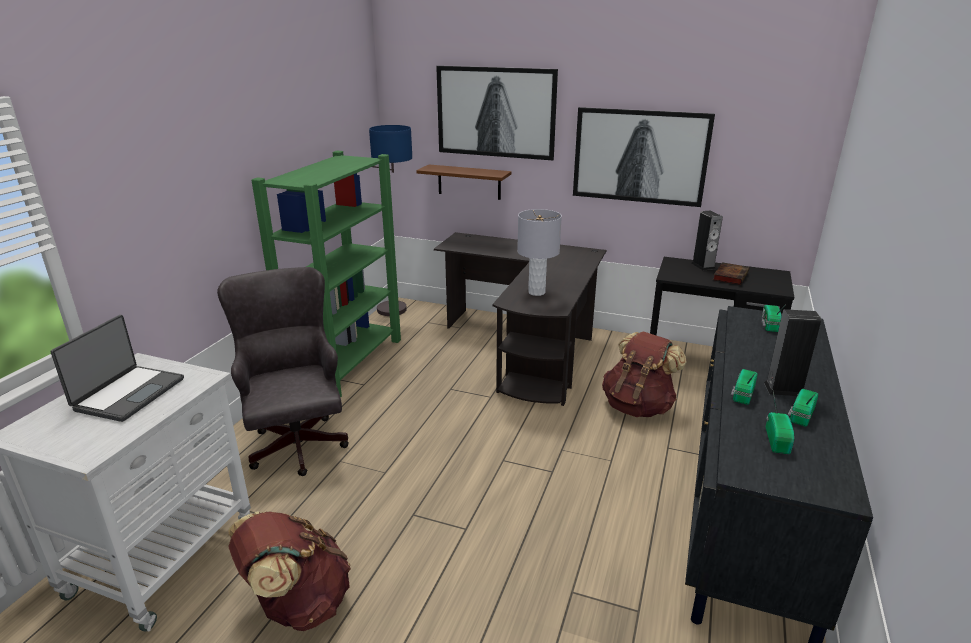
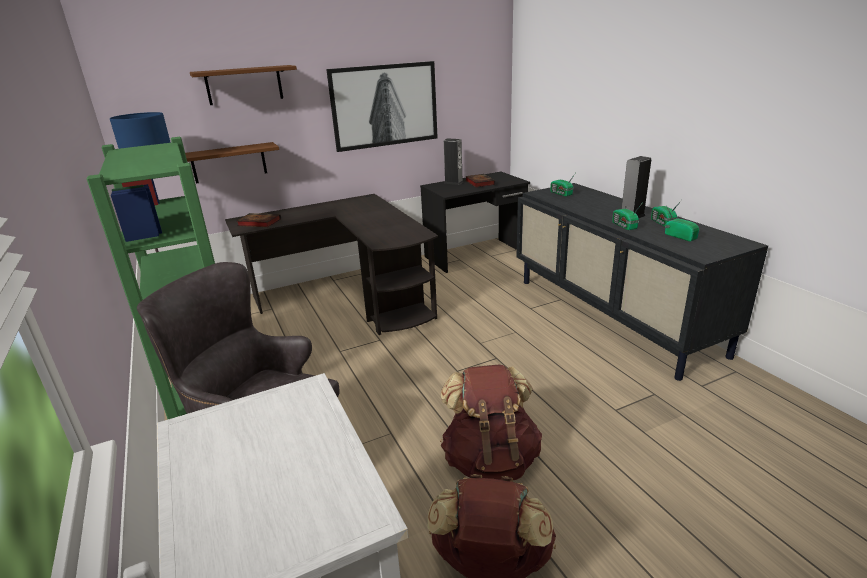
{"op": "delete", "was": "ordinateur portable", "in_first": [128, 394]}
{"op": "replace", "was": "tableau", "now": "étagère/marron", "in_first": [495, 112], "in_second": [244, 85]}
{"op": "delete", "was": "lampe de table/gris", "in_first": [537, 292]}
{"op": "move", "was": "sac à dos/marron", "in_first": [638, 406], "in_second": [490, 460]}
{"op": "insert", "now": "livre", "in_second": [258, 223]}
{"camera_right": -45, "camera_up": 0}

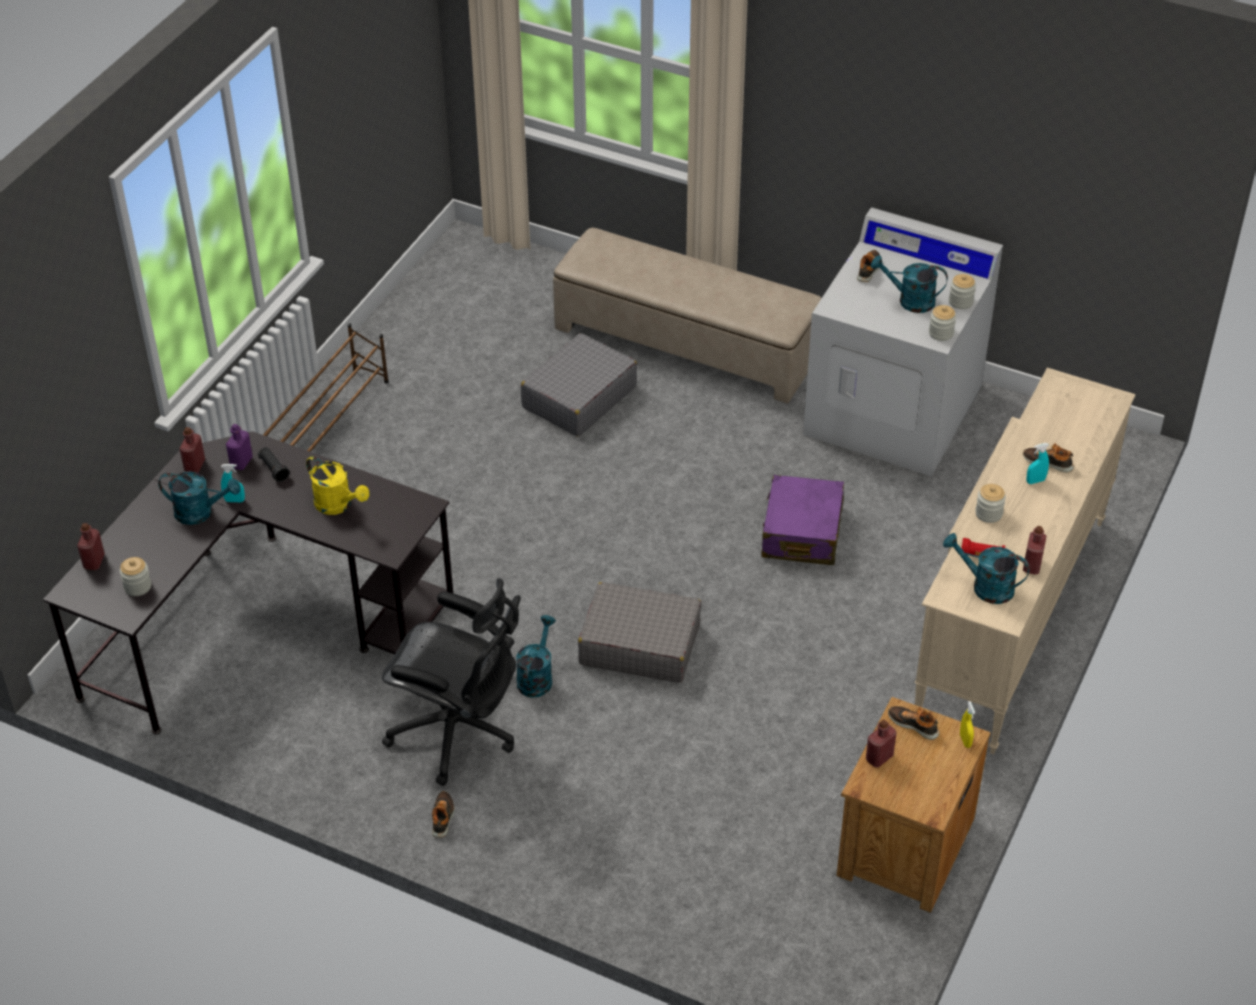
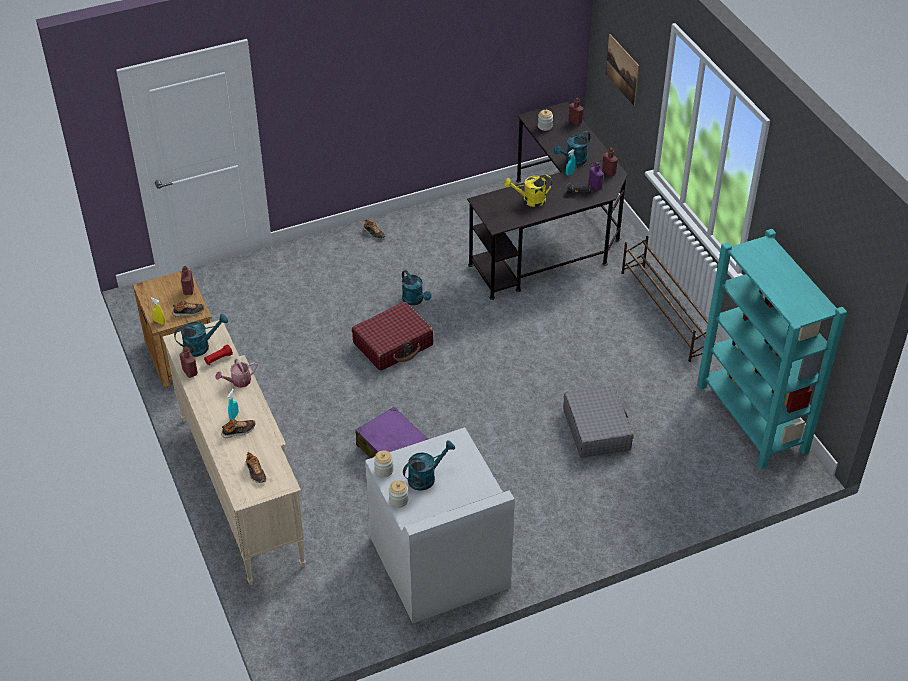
{"op": "delete", "was": "chaise de bureau", "in_first": [459, 733]}
{"op": "delete", "was": "banc/beige", "in_first": [687, 342]}
{"op": "recolor", "was": "valise/gris", "now": "valise/rouge", "in_first": [639, 644], "in_second": [393, 344]}
{"op": "move", "was": "chaussure", "in_first": [869, 269], "in_second": [255, 472]}
{"op": "replace", "was": "bocal", "now": "arrosoir", "in_first": [988, 513], "in_second": [238, 381]}
{"op": "insert", "now": "tableau", "in_second": [622, 69]}
{"op": "insert", "now": "bibliothèque/turquoise", "in_second": [752, 418]}
{"camera_right": 130, "camera_up": 0}

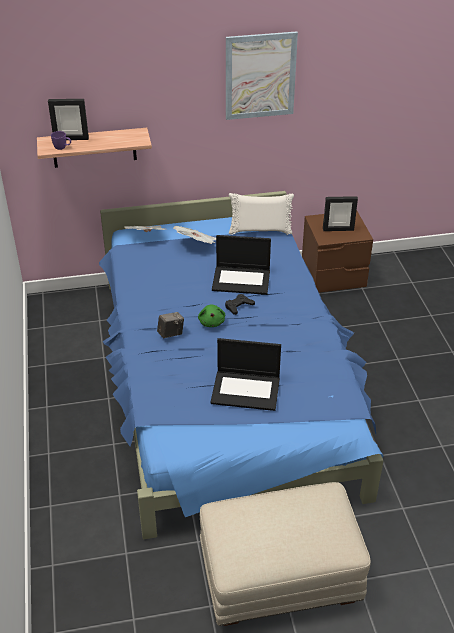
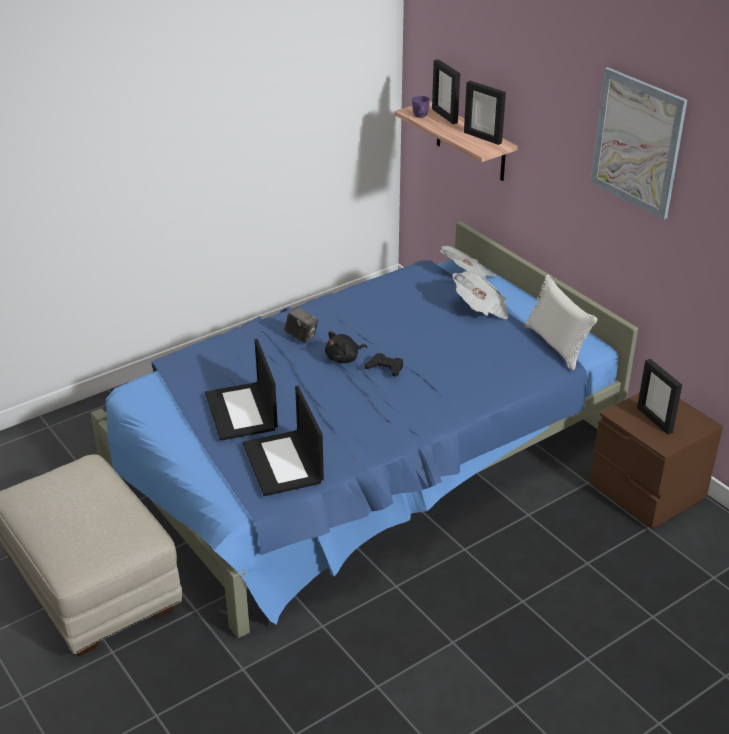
{"op": "recolor", "was": "peluche/vert", "now": "peluche/noir", "in_first": [211, 322], "in_second": [344, 358]}
{"op": "move", "was": "ordinateur portable", "in_first": [242, 280], "in_second": [284, 463]}
{"op": "insert", "now": "cadre photo", "in_second": [483, 137]}
{"camera_right": 65, "camera_up": -5}

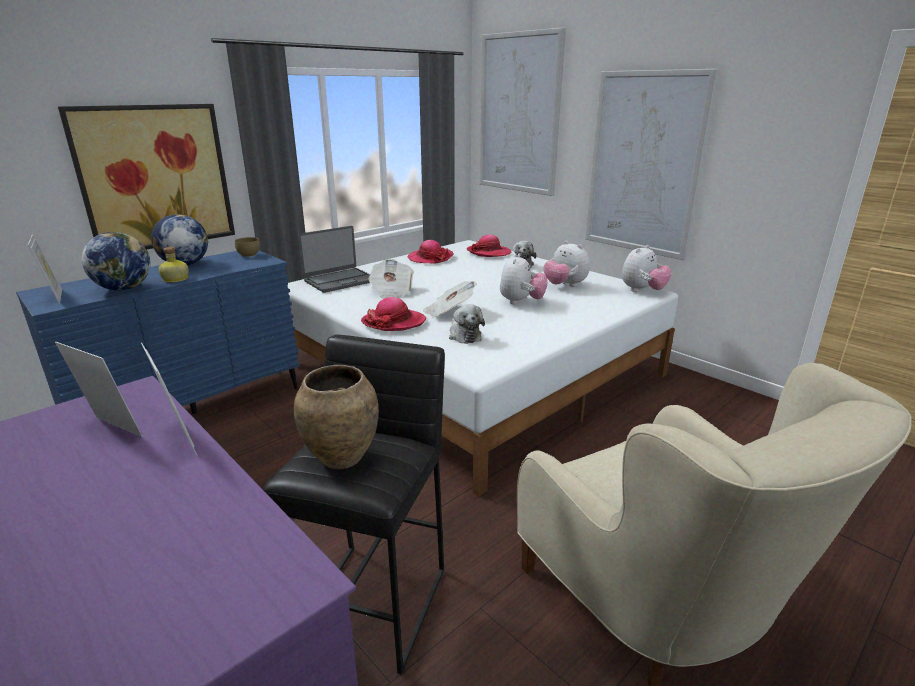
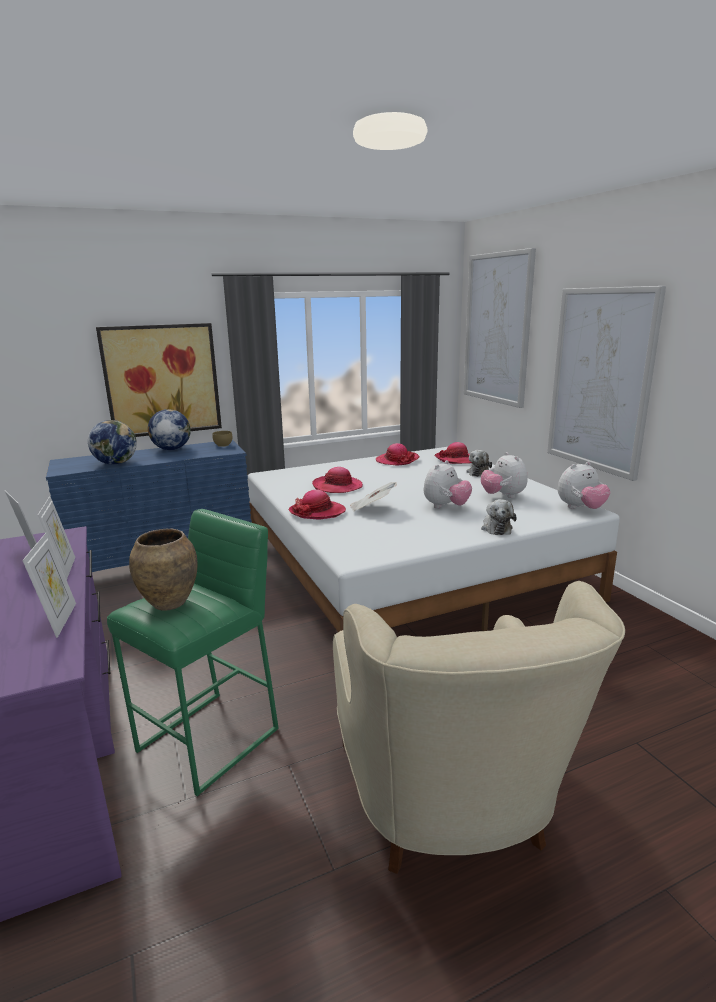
{"op": "move", "was": "cadre photo", "in_first": [54, 297], "in_second": [59, 620]}
{"op": "delete", "was": "bouteille", "in_first": [174, 279]}
{"op": "recolor", "was": "tabouret/noir", "now": "tabouret/vert", "in_first": [374, 601], "in_second": [210, 738]}
{"op": "delete", "was": "ordinateur portable", "in_first": [340, 281]}
{"op": "replace", "was": "journal", "now": "chapeau", "in_first": [391, 291], "in_second": [337, 486]}
{"op": "move", "was": "peluche", "in_first": [464, 335], "in_second": [496, 528]}
{"camera_right": 20, "camera_up": -5}

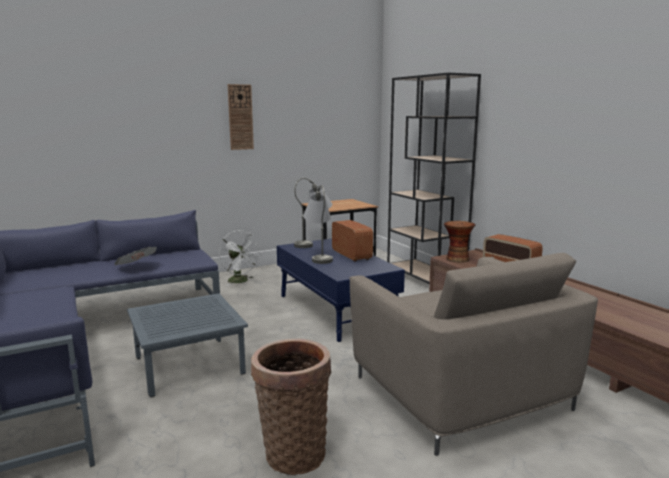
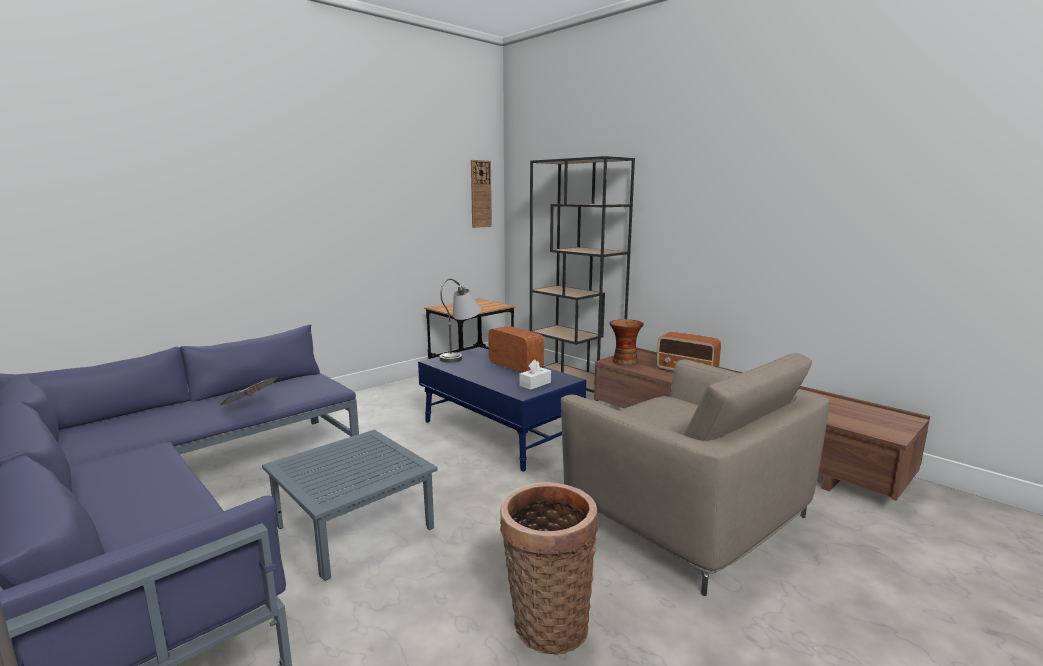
{"op": "delete", "was": "ventilateur/blanc", "in_first": [241, 281]}
{"op": "move", "was": "horloge murale", "in_first": [240, 117], "in_second": [480, 194]}
{"op": "delete", "was": "lampe de table/gris", "in_first": [319, 256]}
{"op": "insert", "now": "boîte à mouchoirs/blanc", "in_second": [535, 384]}
{"camera_right": -15, "camera_up": 0}

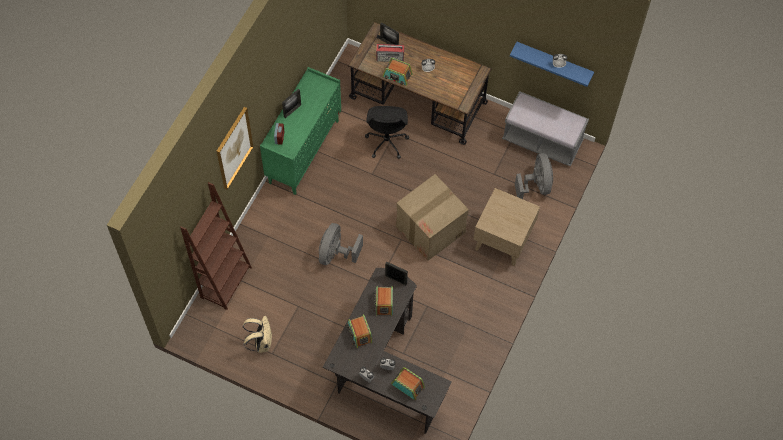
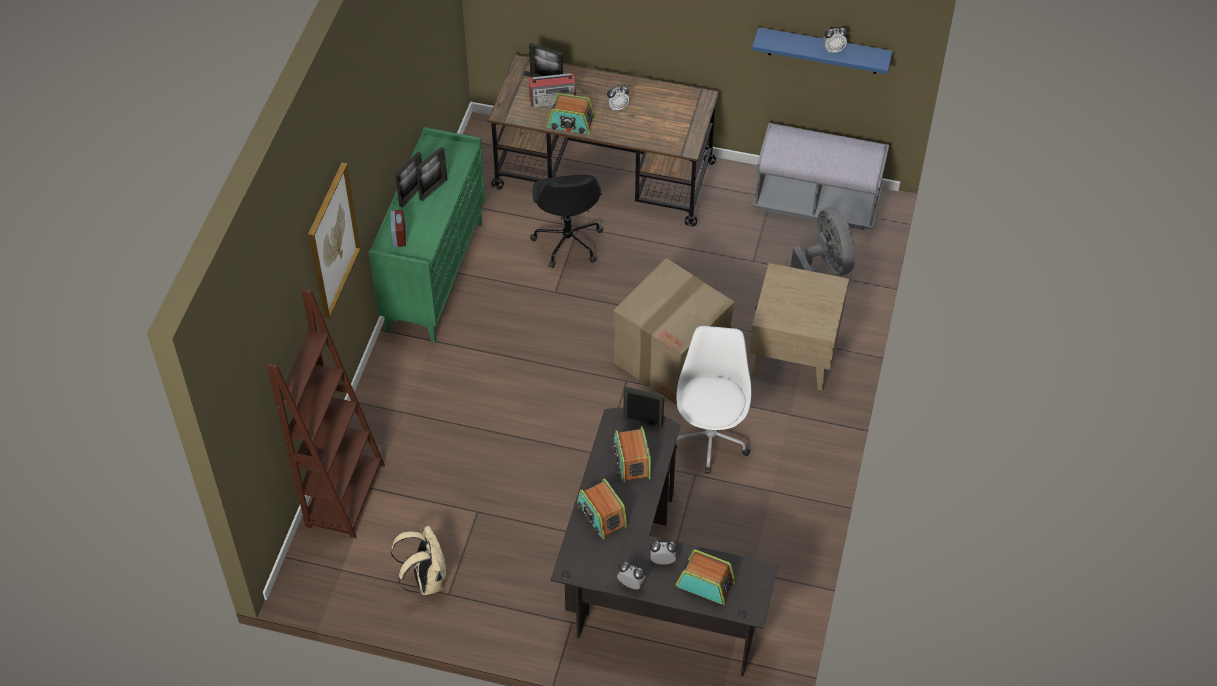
{"op": "delete", "was": "ventilateur/gris", "in_first": [336, 254]}
{"op": "insert", "now": "cadre photo", "in_second": [433, 189]}
{"op": "insert", "now": "chaise de bureau/blanc", "in_second": [710, 440]}
{"camera_right": -10, "camera_up": -10}

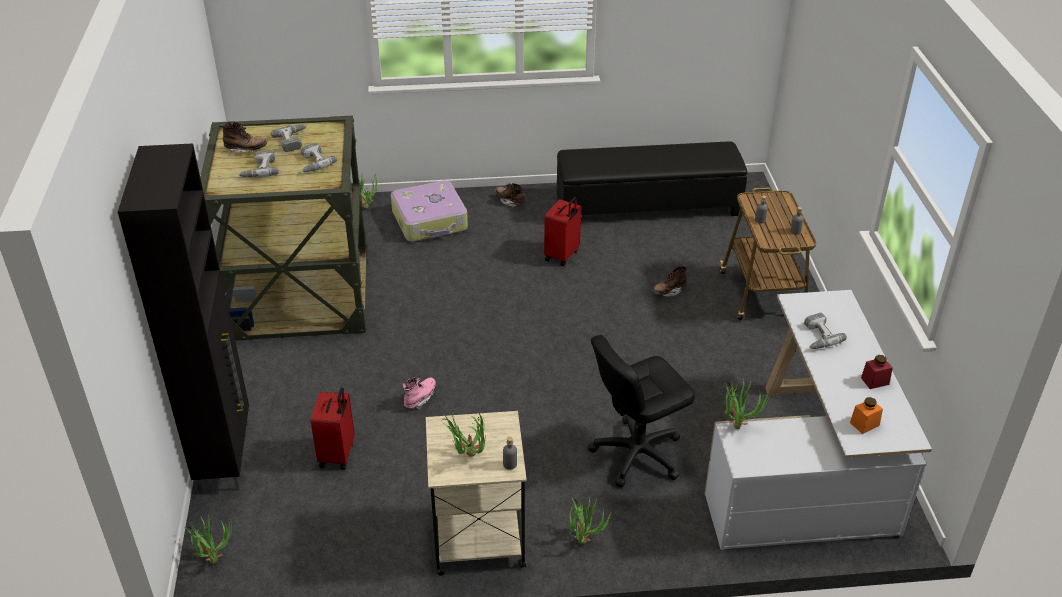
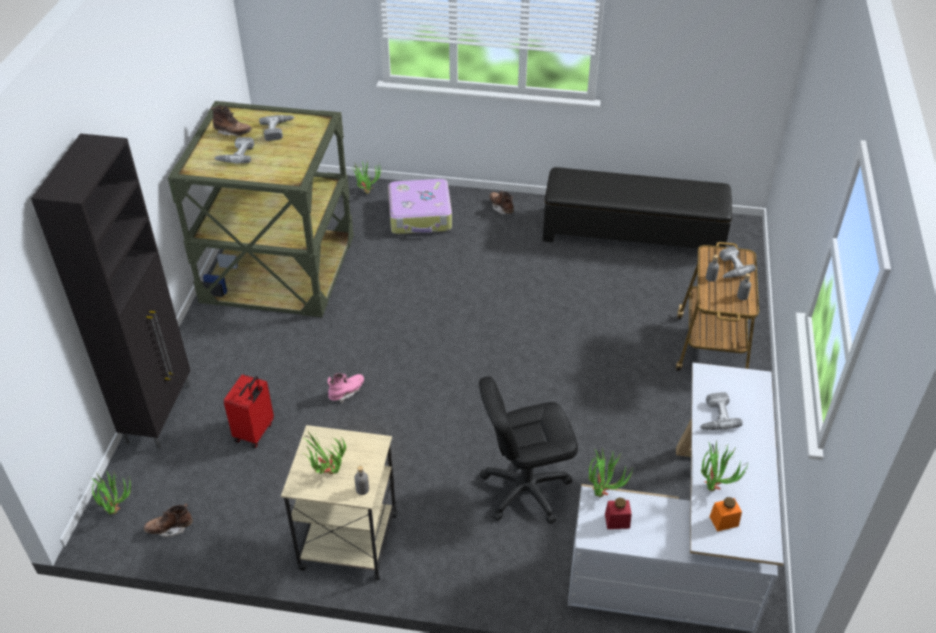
{"op": "move", "was": "perceuse", "in_first": [312, 163], "in_second": [730, 267]}
{"op": "delete", "was": "valise/rouge", "in_first": [562, 255]}
{"op": "move", "was": "plante en pot", "in_first": [585, 538], "in_second": [714, 485]}
{"op": "move", "was": "botte/marron", "in_first": [668, 291], "in_second": [170, 528]}
{"op": "move", "was": "bocal/rouge", "in_first": [875, 381], "in_second": [617, 521]}
{"camera_right": 15, "camera_up": 5}

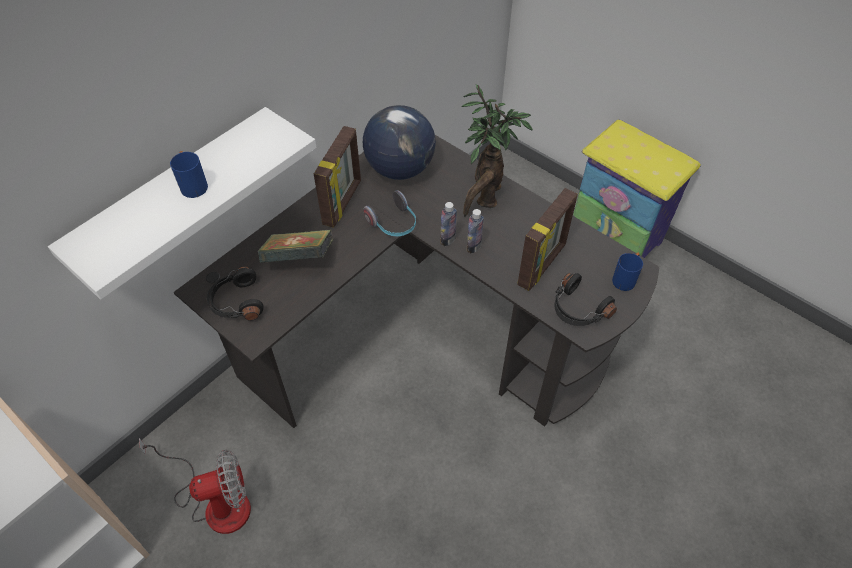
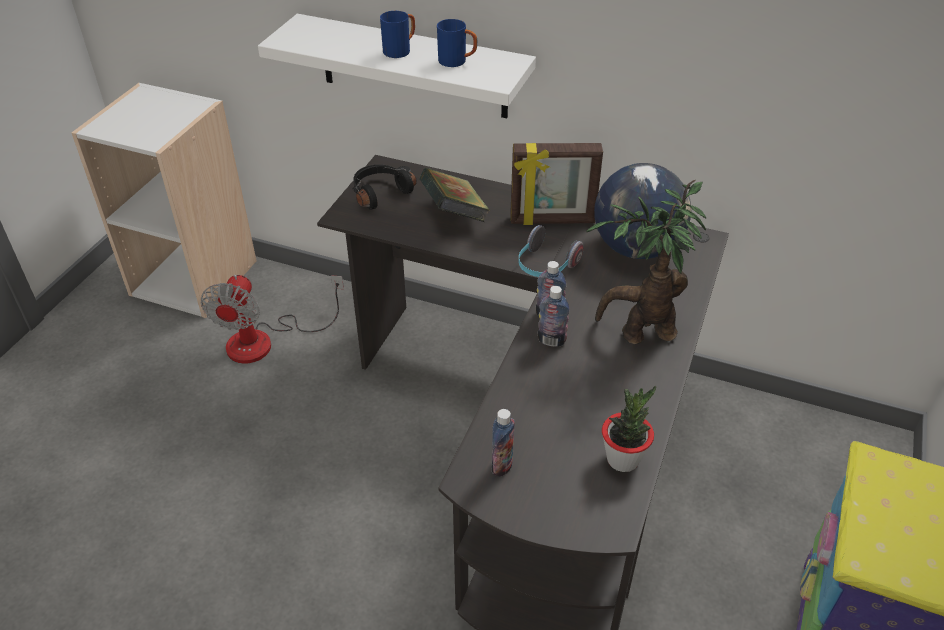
{"op": "rotate", "was": "ventilateur", "in_first": [215, 502], "in_second": [265, 341], "clockwise": 45}
{"op": "delete", "was": "cadre photo", "in_first": [542, 265]}
{"op": "replace", "was": "casque audio/noir", "now": "bouteille", "in_first": [578, 309], "in_second": [502, 465]}
{"op": "move", "was": "mug/bleu", "in_first": [625, 279], "in_second": [457, 62]}
{"op": "insert", "now": "plante en pot", "in_second": [623, 459]}
{"camera_right": 70, "camera_up": -10}

